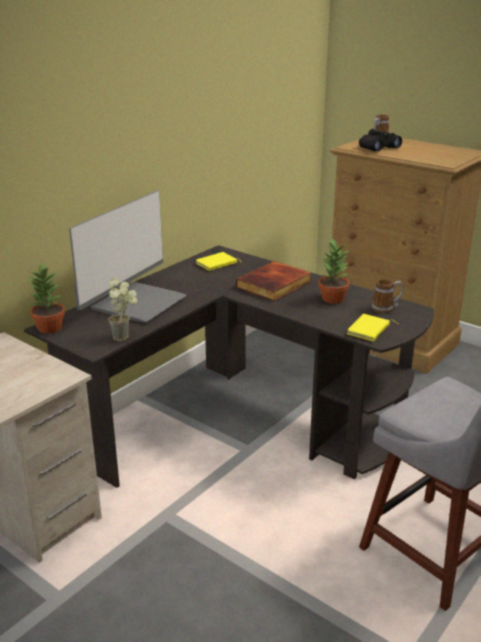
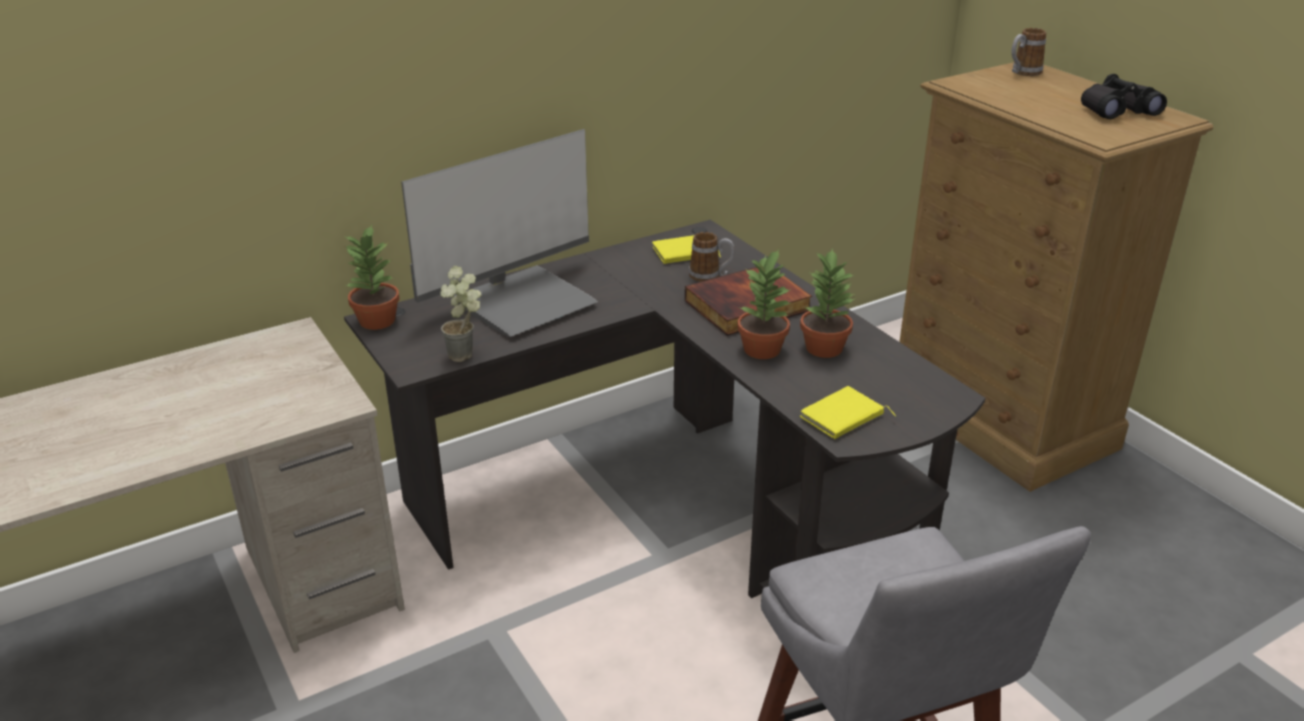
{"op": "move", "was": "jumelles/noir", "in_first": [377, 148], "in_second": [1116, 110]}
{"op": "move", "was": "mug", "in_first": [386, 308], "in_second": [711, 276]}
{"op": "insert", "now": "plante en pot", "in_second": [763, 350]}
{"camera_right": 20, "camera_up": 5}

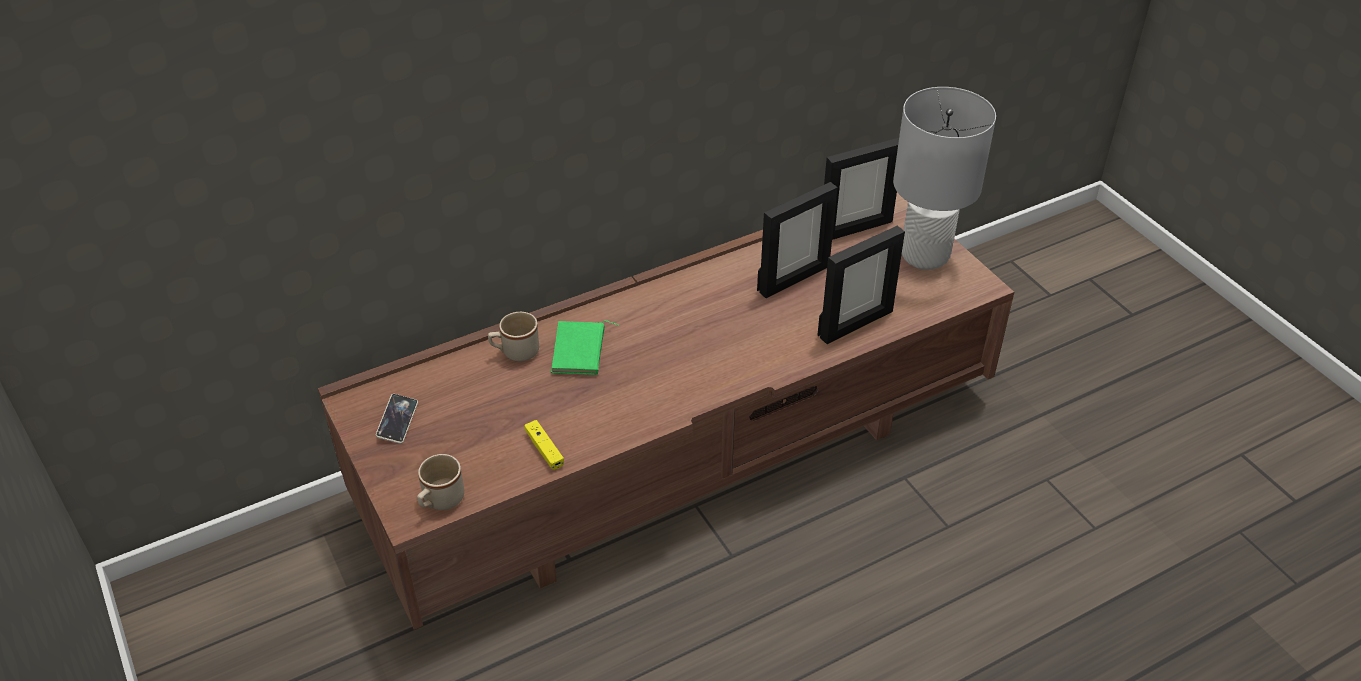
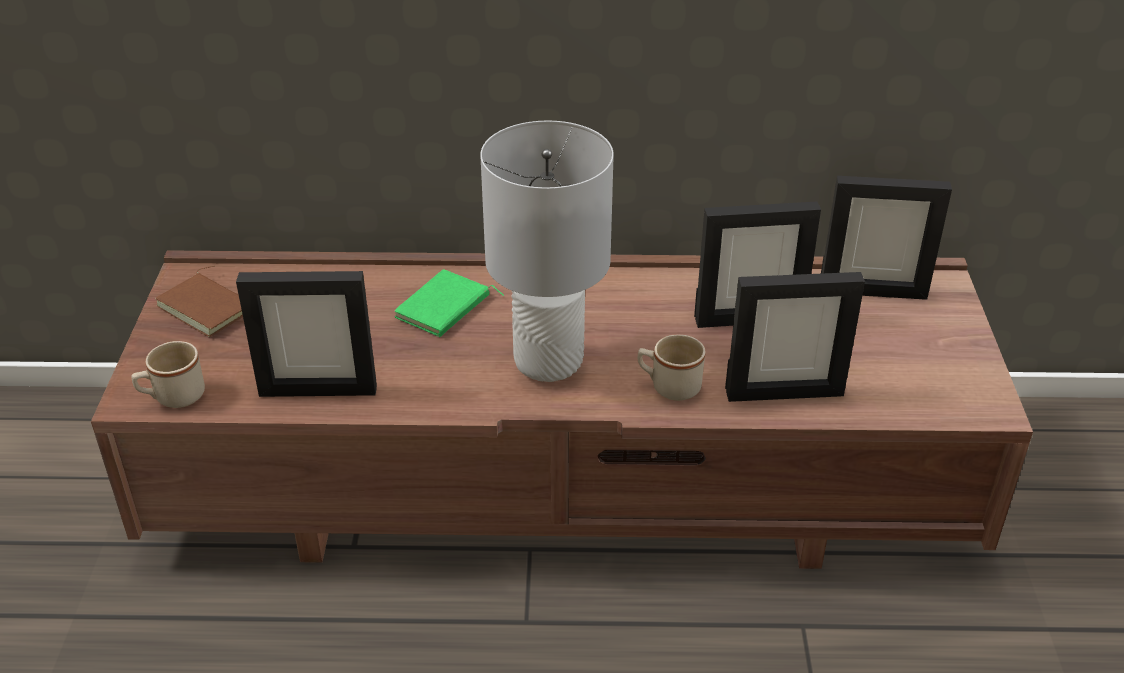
{"op": "replace", "was": "téléphone", "now": "livre/marron", "in_first": [397, 421], "in_second": [209, 307]}
{"op": "move", "was": "mug/beige", "in_first": [515, 352], "in_second": [668, 386]}
{"op": "replace", "was": "manette/jaune", "now": "cadre photo", "in_first": [544, 449], "in_second": [318, 389]}
{"op": "move", "was": "lampe de table/gris", "in_first": [925, 258], "in_second": [550, 366]}
{"camera_right": 30, "camera_up": -5}

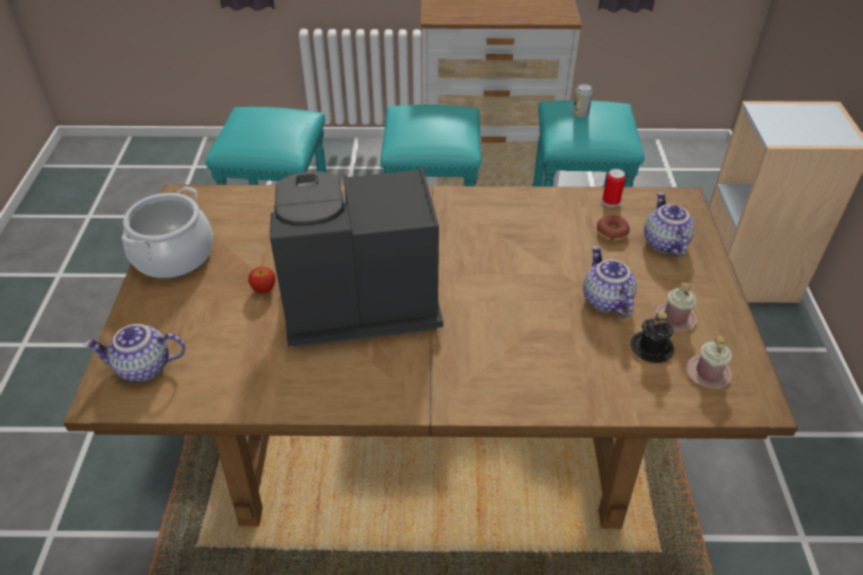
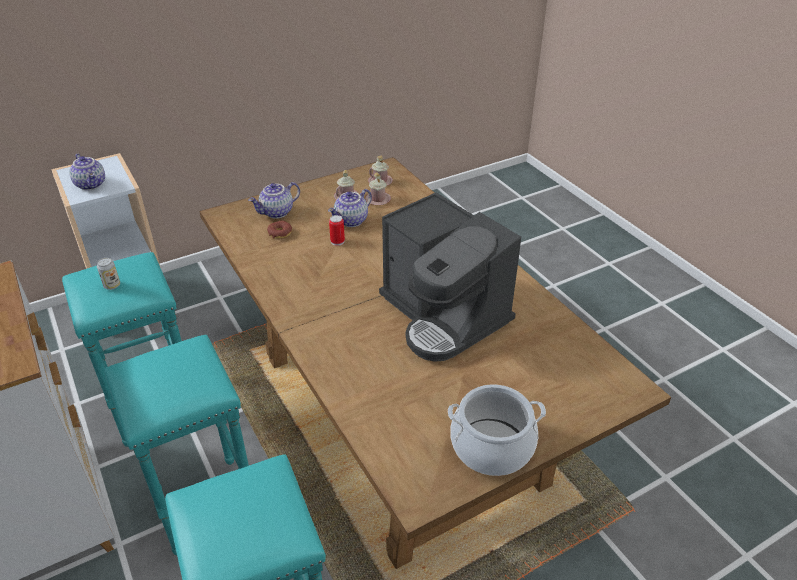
{"op": "move", "was": "théière", "in_first": [143, 368], "in_second": [91, 184]}
{"op": "delete", "was": "pomme", "in_first": [264, 289]}
{"op": "move", "was": "boîte métallique", "in_first": [610, 201], "in_second": [337, 241]}
{"op": "recolor", "was": "mug/noir", "now": "mug/rose", "in_first": [651, 348], "in_second": [378, 199]}
{"camera_right": -120, "camera_up": -5}

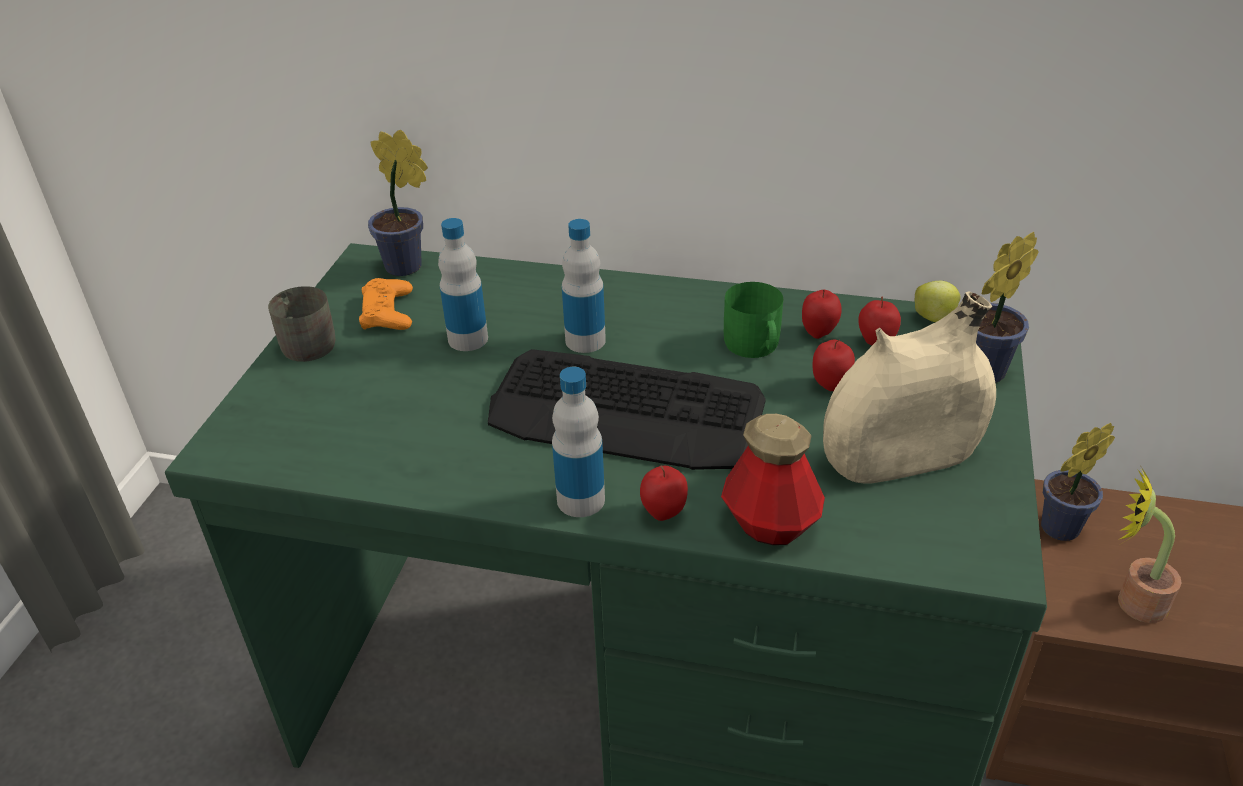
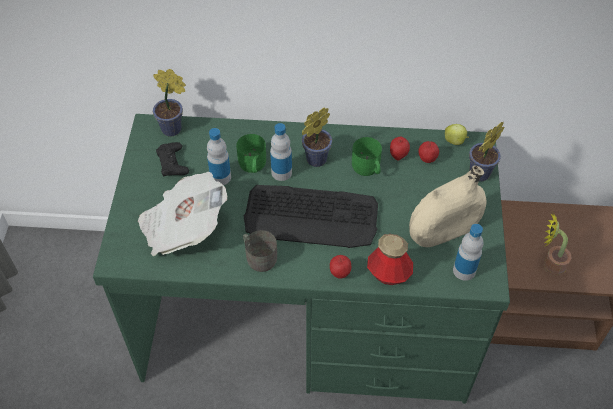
{"op": "move", "was": "mug/gris", "in_first": [306, 342], "in_second": [259, 256]}
{"op": "recolor", "was": "manette/orange", "now": "manette/noir", "in_first": [388, 312], "in_second": [172, 163]}
{"op": "move", "was": "bouteille", "in_first": [581, 500], "in_second": [464, 270]}
{"op": "delete", "was": "pomme", "in_first": [830, 385]}
{"op": "move", "was": "plante en pot", "in_first": [1055, 529], "in_second": [314, 160]}
{"op": "insert", "now": "journal", "in_second": [183, 227]}
{"op": "insert", "now": "mug/vert", "in_second": [252, 165]}
{"camera_right": -10, "camera_up": 15}

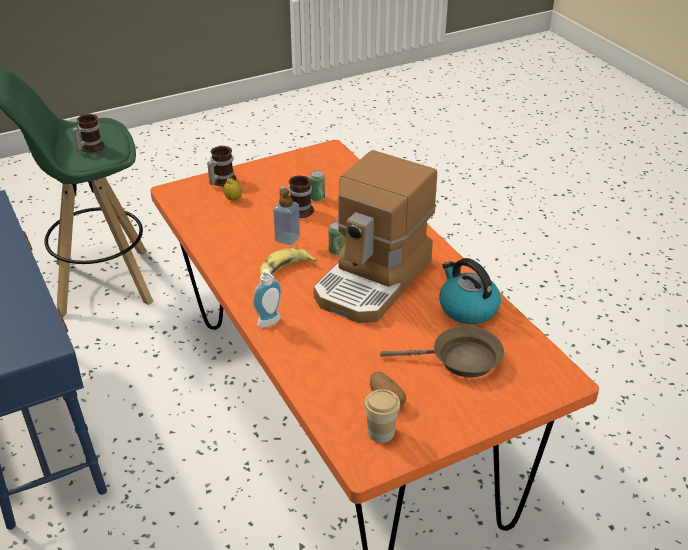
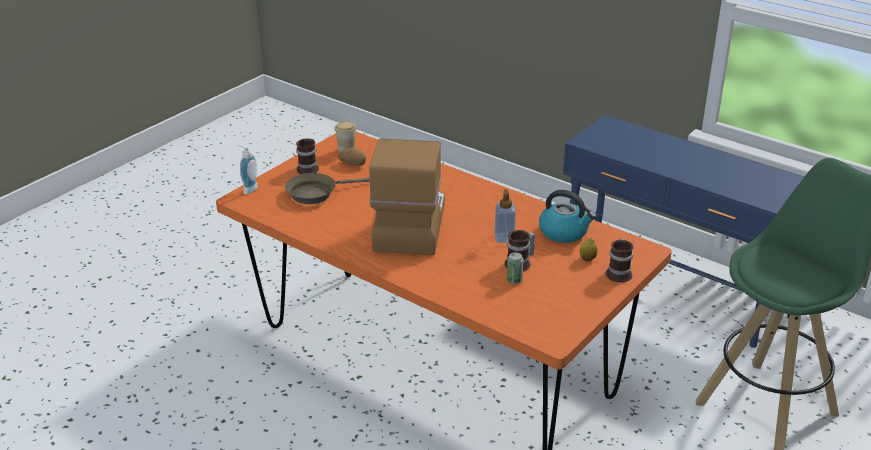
{"op": "move", "was": "mug", "in_first": [89, 147], "in_second": [309, 168]}
{"op": "move", "was": "distributeur de savon", "in_first": [270, 323], "in_second": [248, 189]}
{"op": "delete", "was": "banane", "in_first": [284, 271]}
{"op": "delete", "was": "boîte métallique", "in_first": [337, 251]}
{"op": "move", "was": "bouilloire", "in_first": [467, 308], "in_second": [564, 232]}
{"camera_right": 155, "camera_up": -5}

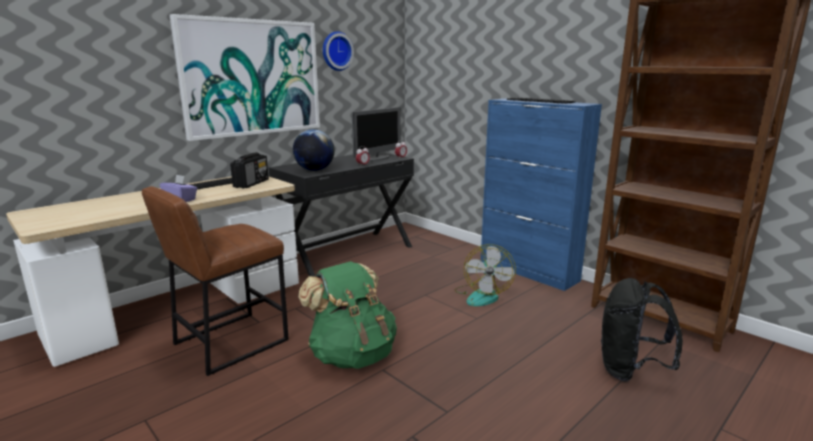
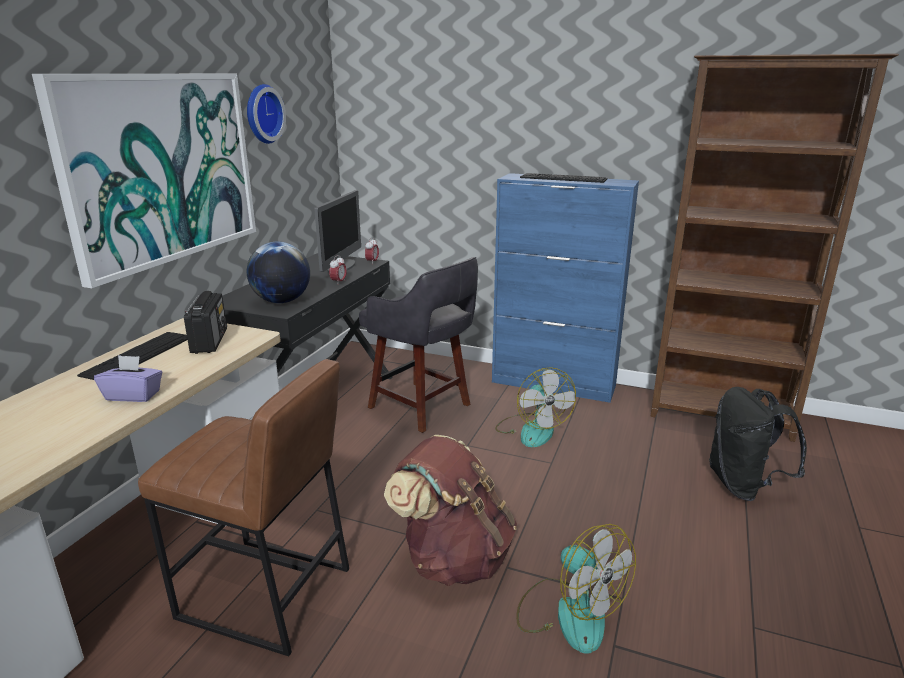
{"op": "rotate", "was": "chaise/marron", "in_first": [229, 342], "in_second": [267, 593], "clockwise": -90}
{"op": "recolor", "was": "sac à dos/vert", "now": "sac à dos/marron", "in_first": [352, 355], "in_second": [453, 558]}
{"op": "insert", "now": "tabouret/gris", "in_second": [422, 408]}
{"op": "insert", "now": "ventilateur", "in_second": [569, 612]}
{"camera_right": -25, "camera_up": 5}

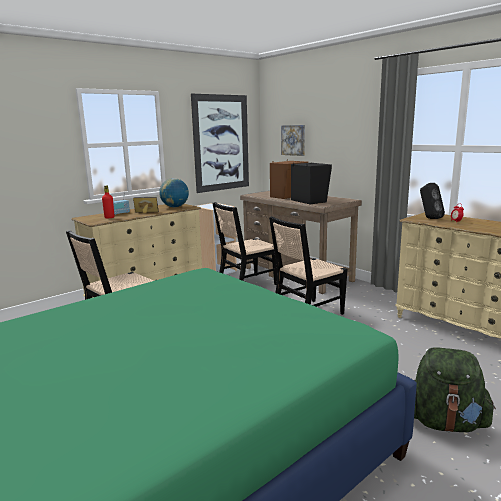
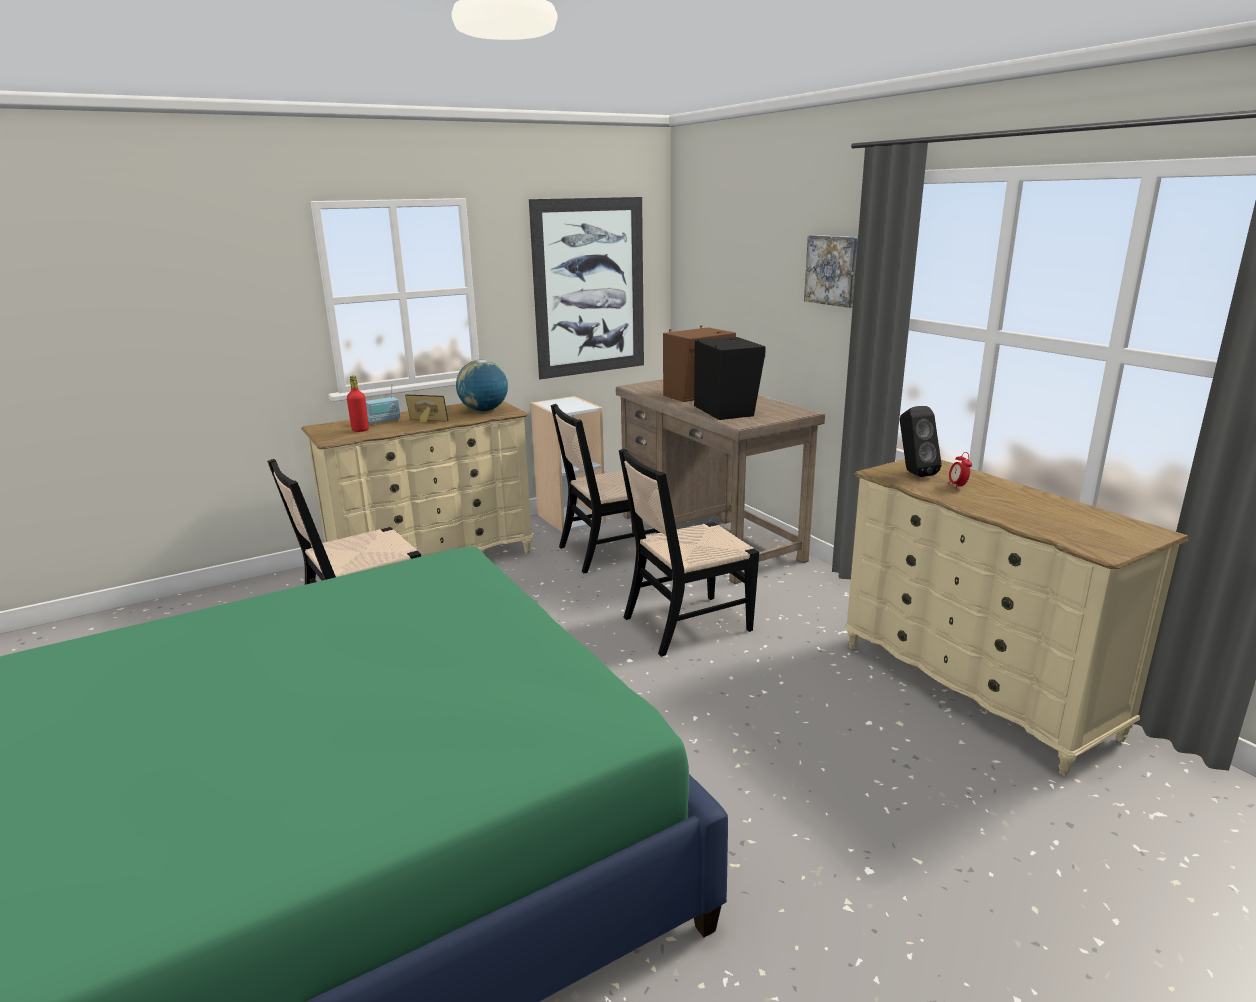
{"op": "move", "was": "tableau", "in_first": [293, 140], "in_second": [834, 270]}
{"op": "delete", "was": "sac à dos/vert", "in_first": [444, 423]}
{"camera_right": 10, "camera_up": 5}

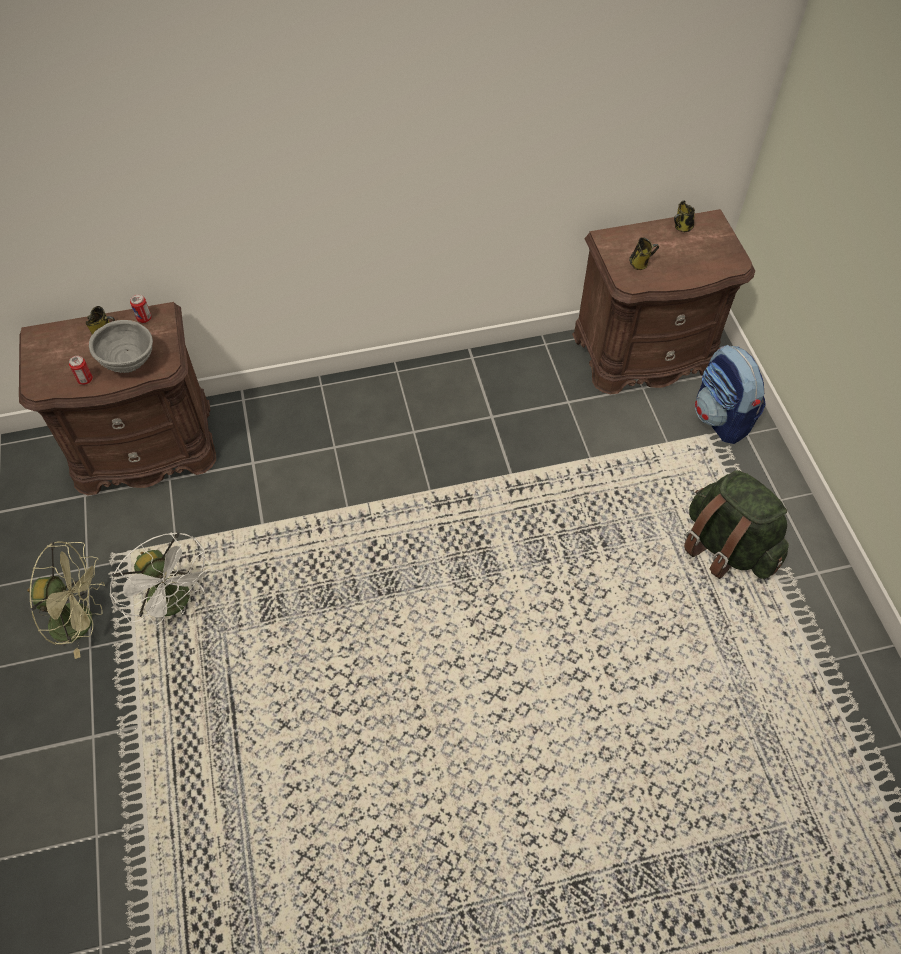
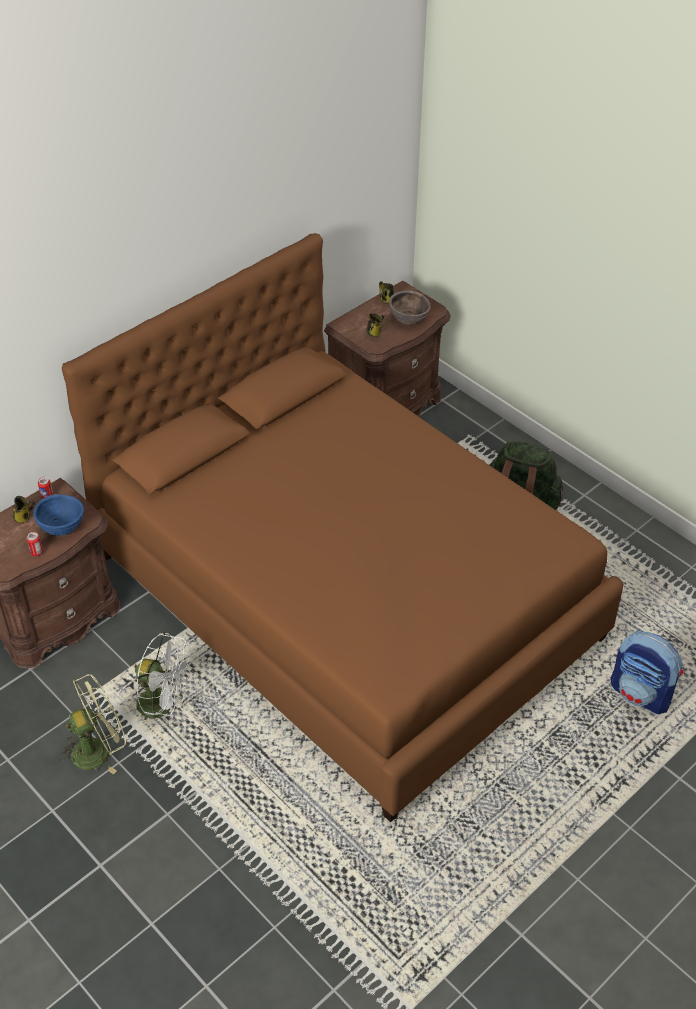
{"op": "recolor", "was": "bol/gris", "now": "bol/bleu", "in_first": [129, 364], "in_second": [62, 529]}
{"op": "move", "was": "sac à dos", "in_first": [721, 419], "in_second": [641, 693]}
{"op": "insert", "now": "lit/marron", "in_second": [346, 594]}
{"op": "insert", "now": "bol/marron", "in_second": [408, 321]}
{"camera_right": -30, "camera_up": -10}

